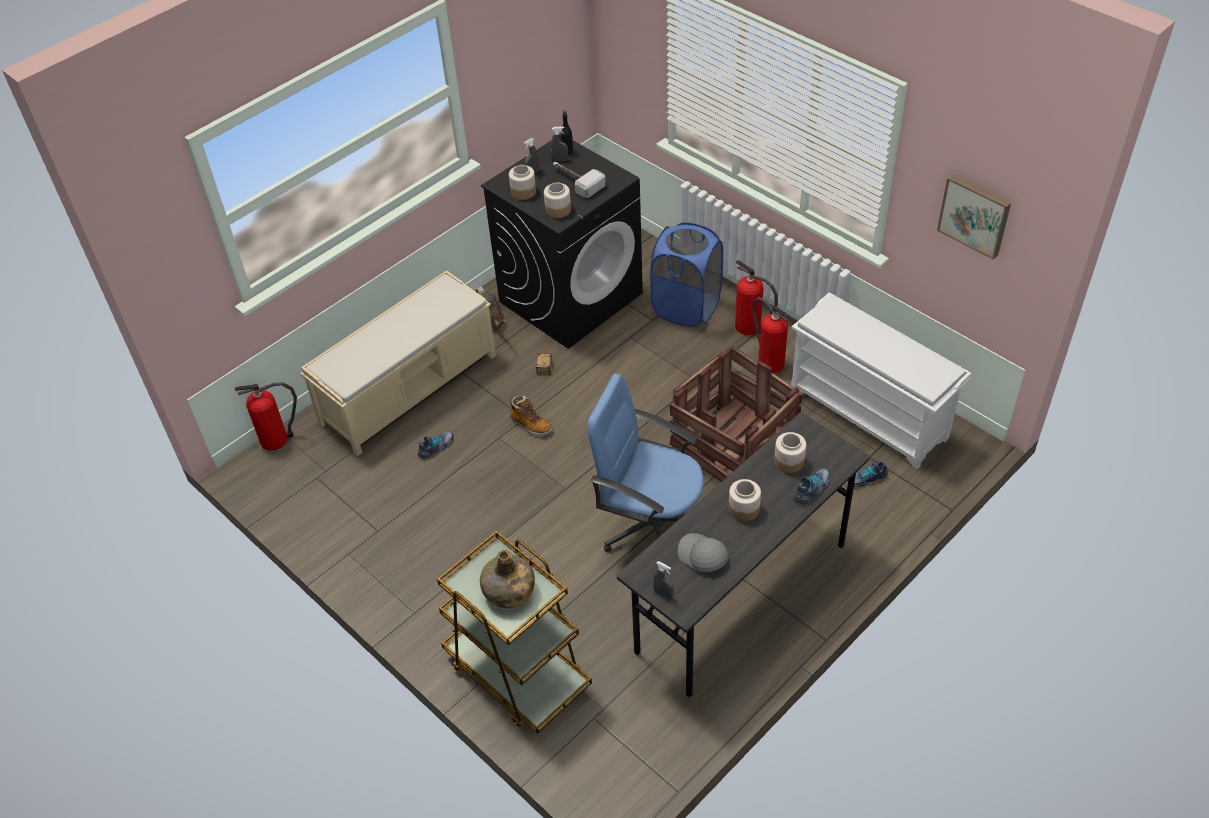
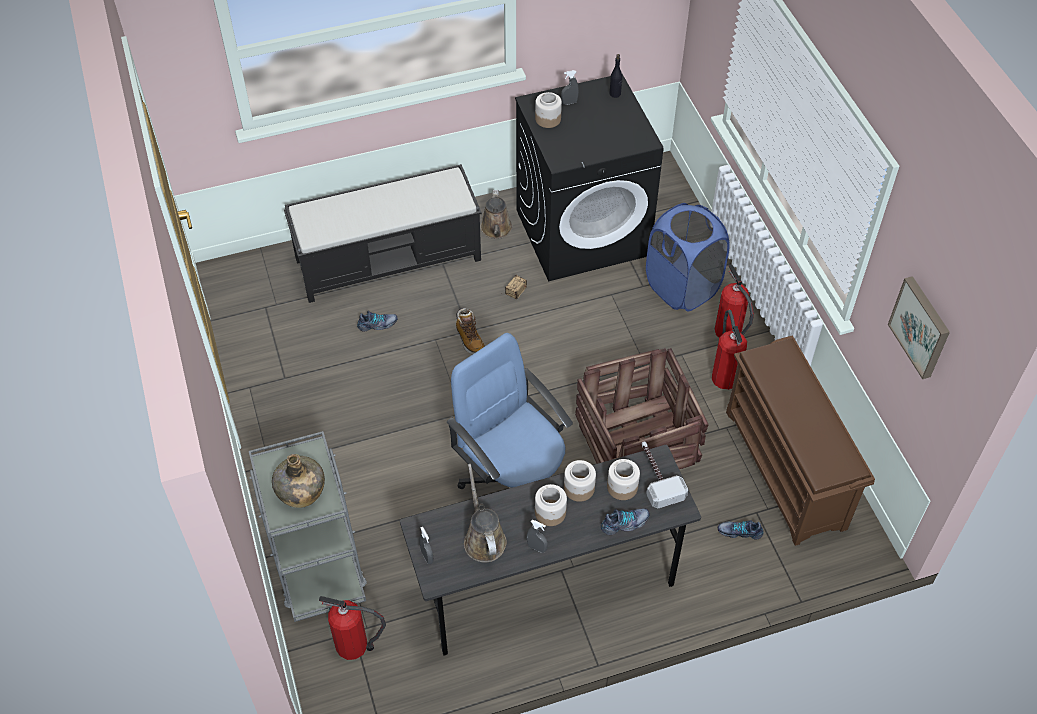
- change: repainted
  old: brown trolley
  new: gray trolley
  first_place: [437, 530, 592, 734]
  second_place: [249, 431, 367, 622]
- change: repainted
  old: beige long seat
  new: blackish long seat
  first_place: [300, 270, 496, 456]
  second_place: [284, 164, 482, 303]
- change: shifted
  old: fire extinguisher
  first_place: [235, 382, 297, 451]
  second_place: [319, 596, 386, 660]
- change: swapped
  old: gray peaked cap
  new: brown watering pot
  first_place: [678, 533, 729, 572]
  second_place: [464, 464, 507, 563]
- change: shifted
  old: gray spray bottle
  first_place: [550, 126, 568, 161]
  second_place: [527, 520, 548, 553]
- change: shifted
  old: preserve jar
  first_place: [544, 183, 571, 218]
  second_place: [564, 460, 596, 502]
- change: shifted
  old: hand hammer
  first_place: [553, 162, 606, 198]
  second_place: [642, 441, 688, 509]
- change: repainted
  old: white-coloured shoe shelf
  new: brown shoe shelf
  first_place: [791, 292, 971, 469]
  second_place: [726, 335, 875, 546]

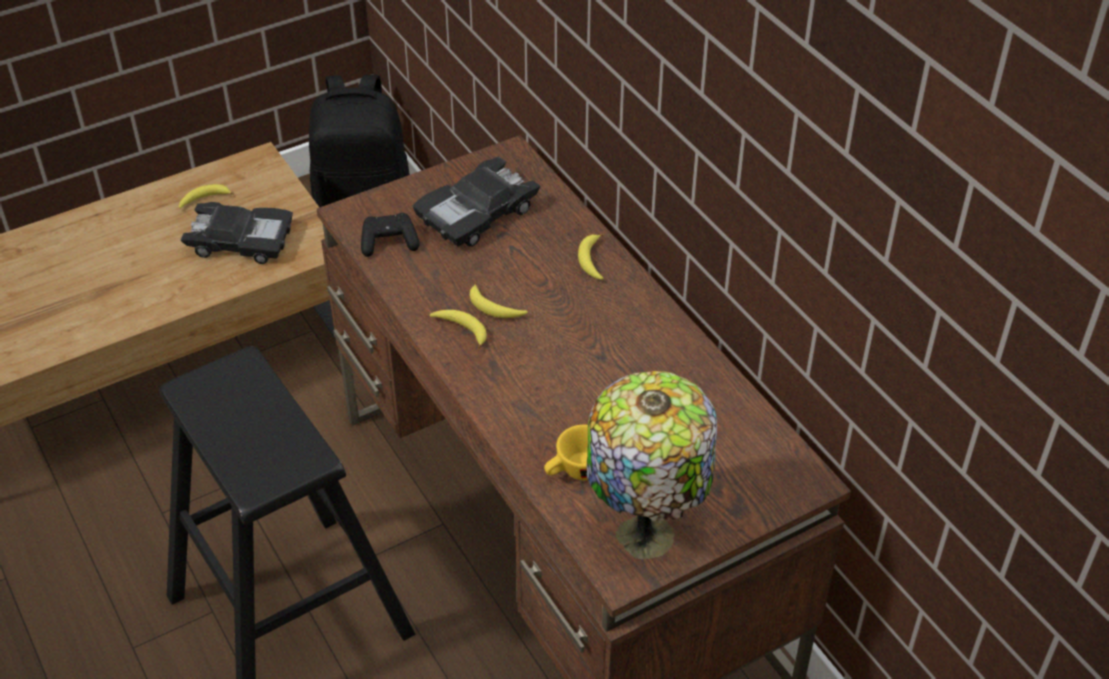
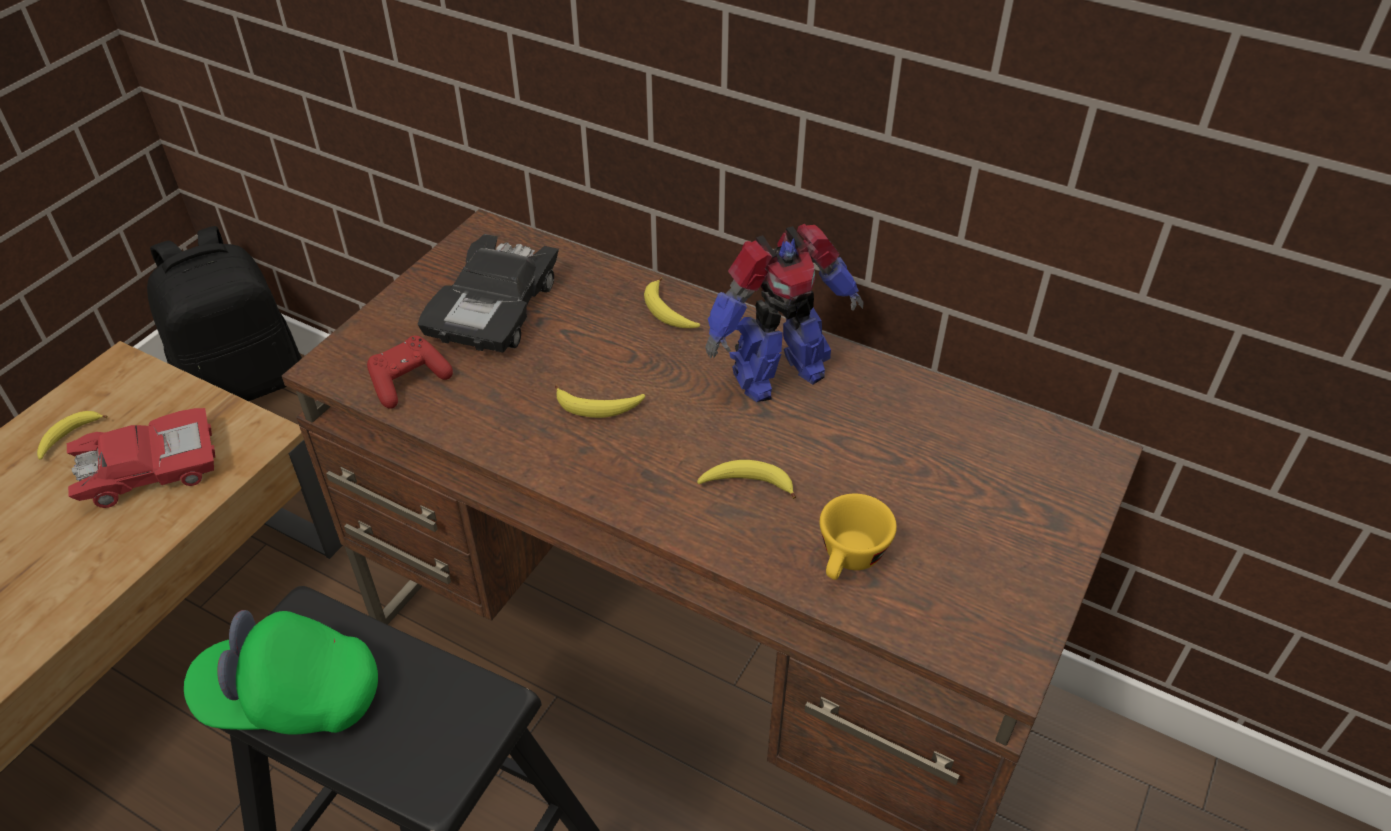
- change: repainted
  old: blackish miniature car
  new: red-coloured miniature car
  first_place: [181, 202, 293, 264]
  second_place: [67, 408, 215, 508]
- change: new
  new: green peaked cap
  second_place: [184, 610, 378, 735]
- change: repainted
  old: blackish gamepad
  new: red-coloured gamepad
  first_place: [361, 213, 419, 257]
  second_place: [367, 336, 453, 409]
- change: shifted
  old: banana
  first_place: [430, 310, 487, 349]
  second_place: [697, 460, 796, 499]
- change: new
  new: robot figure
  second_place: [705, 224, 863, 402]
- change: gone
  old: lamp for a table
  first_place: [586, 371, 717, 559]

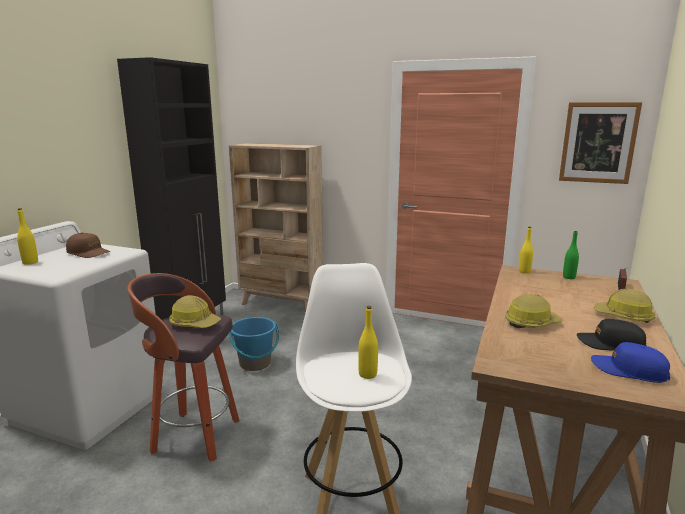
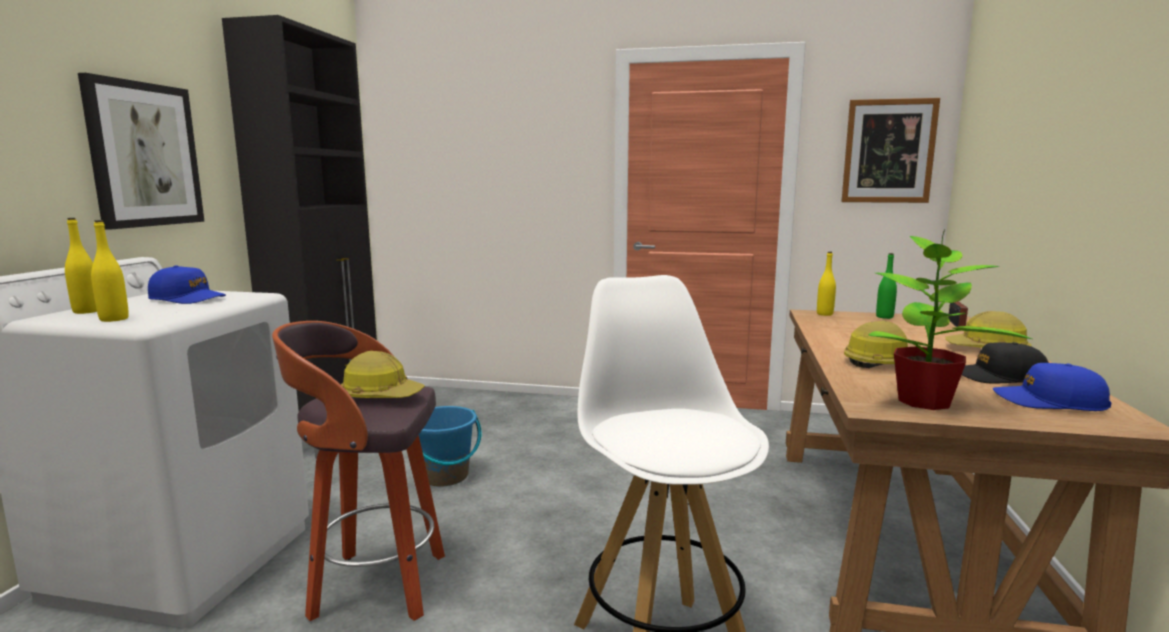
- change: new
  new: wall art
  second_place: [78, 73, 205, 230]
- change: shifted
  old: yellow-coloured drink bottle
  first_place: [358, 306, 378, 379]
  second_place: [91, 220, 129, 322]
- change: repainted
  old: brown peaked cap
  new: blue-coloured peaked cap
  first_place: [66, 233, 110, 258]
  second_place: [148, 265, 226, 304]
- change: new
  new: plant in a pot
  second_place: [869, 229, 1032, 410]
- change: gone
  old: beige bookcase
  first_place: [229, 143, 323, 313]

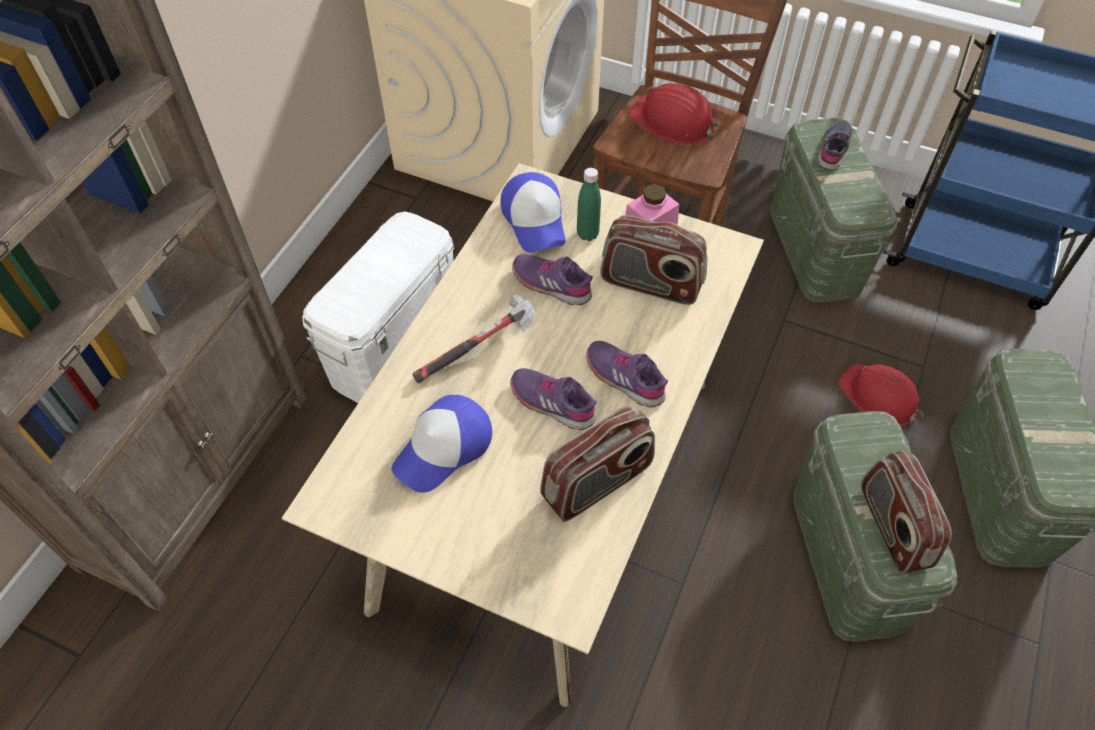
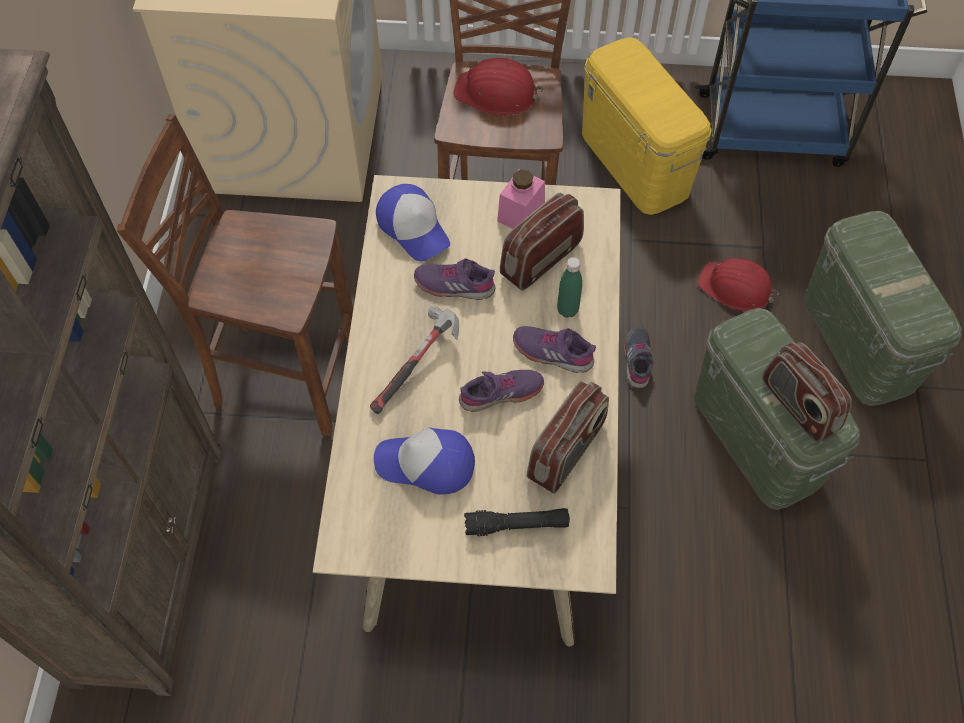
- change: swapped
  old: white-coloured storage container
  new: brown stool
  first_place: [302, 212, 454, 403]
  second_place: [117, 114, 353, 436]
- change: rotated
  old: peaked cap
  first_place: [391, 395, 492, 493]
  second_place: [374, 428, 475, 495]
  degrees: 75
- change: rotated
  old: purplish item of footwear
  first_place: [510, 368, 597, 430]
  second_place: [459, 370, 544, 412]
  degrees: 150
- change: new
  new: blackish flashlight
  second_place: [464, 508, 570, 536]
- change: rotated
  old: radio receiver
  first_place: [600, 215, 708, 305]
  second_place: [500, 193, 584, 291]
  degrees: 135
- change: shifted
  old: green drink bottle
  first_place: [577, 168, 601, 241]
  second_place: [557, 257, 582, 318]
- change: repainted
  old: green storage container
  new: yellow-coloured storage container
  first_place: [770, 118, 897, 303]
  second_place: [582, 37, 712, 215]
- change: shifted
  old: gray item of footwear
  first_place: [817, 120, 852, 171]
  second_place: [624, 326, 654, 388]

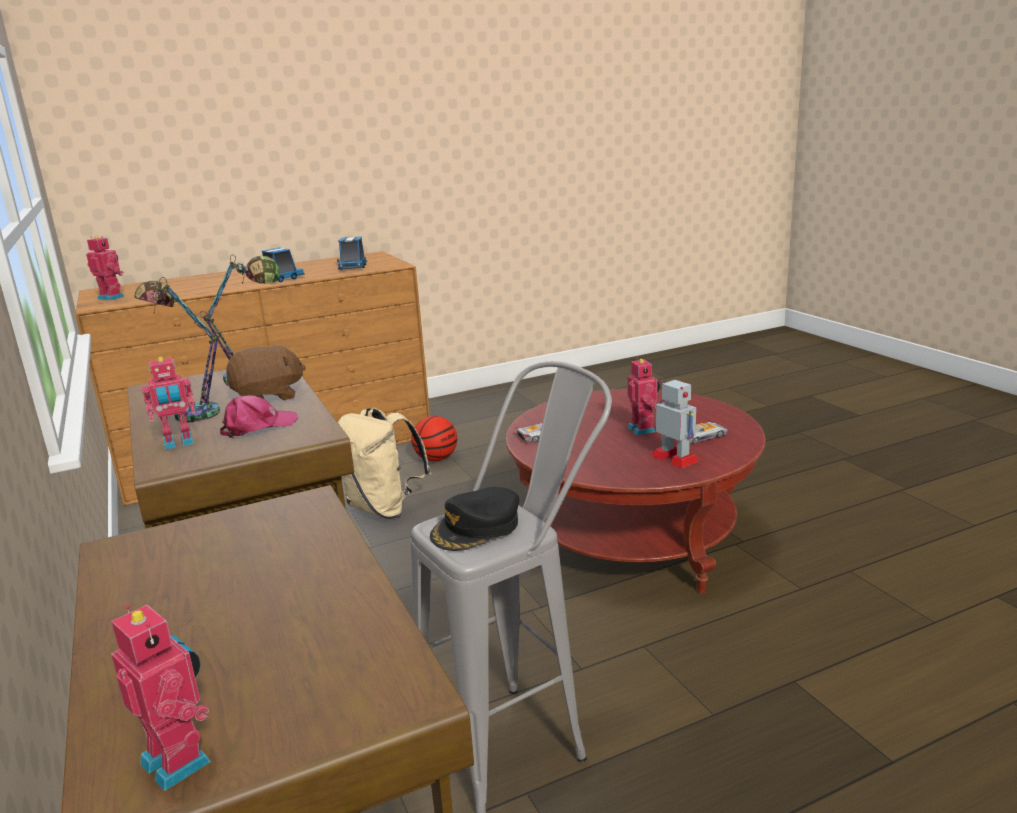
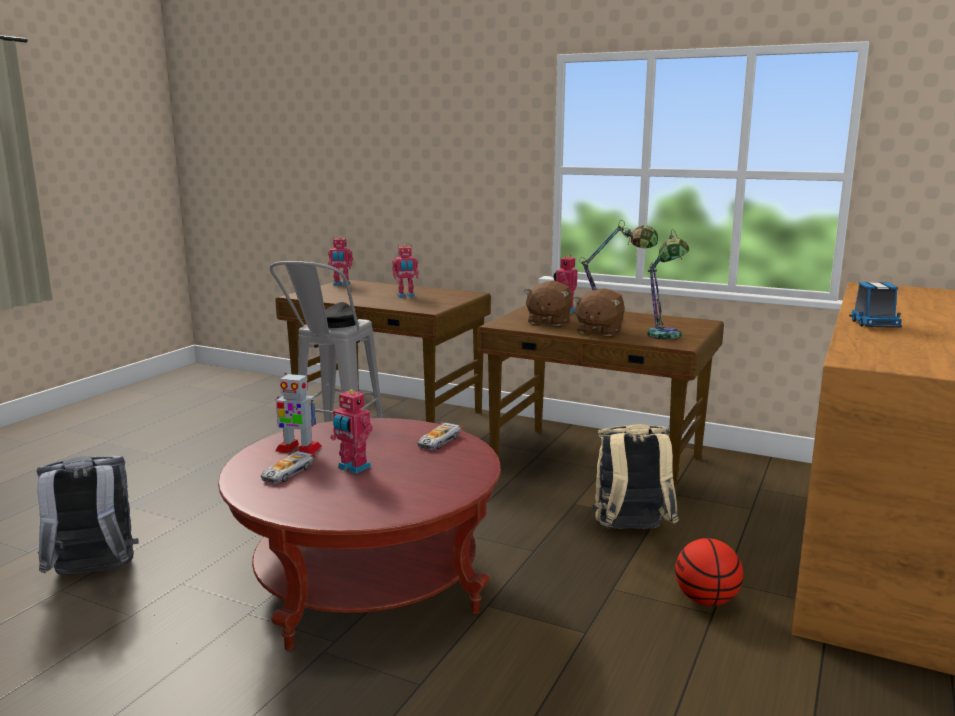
- change: new
  new: gray backpack
  second_place: [37, 456, 139, 575]
- change: shifted
  old: robot figure
  first_place: [86, 235, 124, 300]
  second_place: [392, 244, 419, 298]
- change: swapped
  old: pink-coloured peaked cap
  new: brown soft toy
  first_place: [220, 395, 298, 438]
  second_place: [524, 281, 573, 326]
- change: gone
  old: model truck
  first_place: [337, 237, 367, 269]

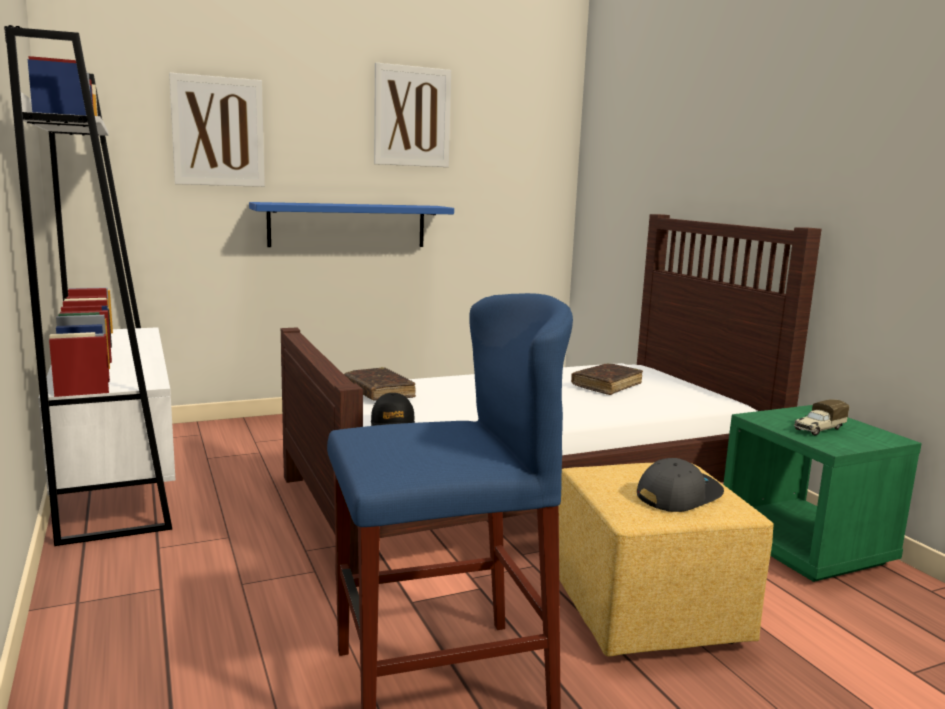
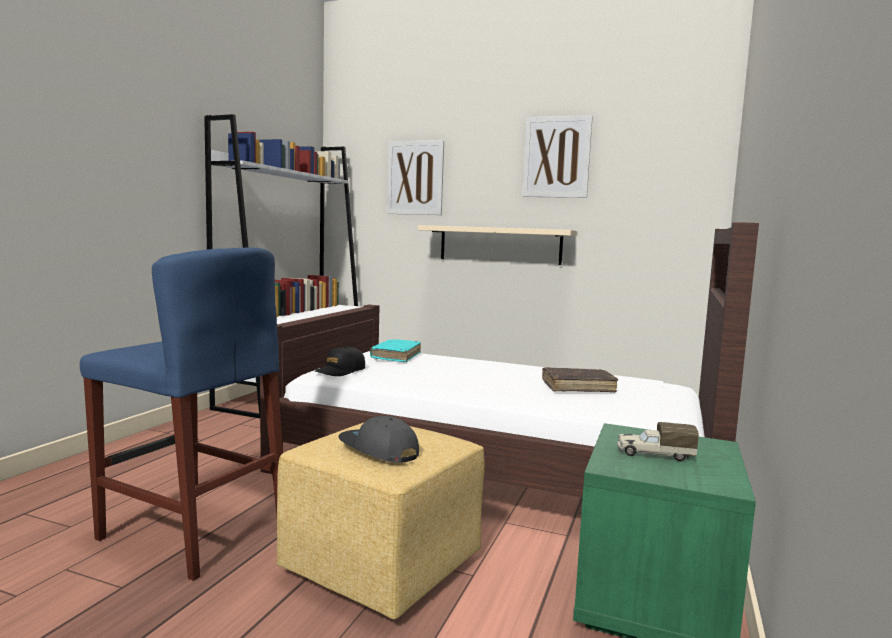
- change: rotated
  old: gray peaked cap
  first_place: [637, 458, 724, 512]
  second_place: [338, 416, 419, 463]
  degrees: -150
- change: repainted
  old: brown bound book
  new: turquoise bound book
  first_place: [344, 367, 416, 401]
  second_place: [370, 339, 421, 362]
- change: repainted
  old: blue-coloured wall shelf
  new: beige wall shelf
  first_place: [249, 202, 454, 247]
  second_place: [418, 225, 577, 265]

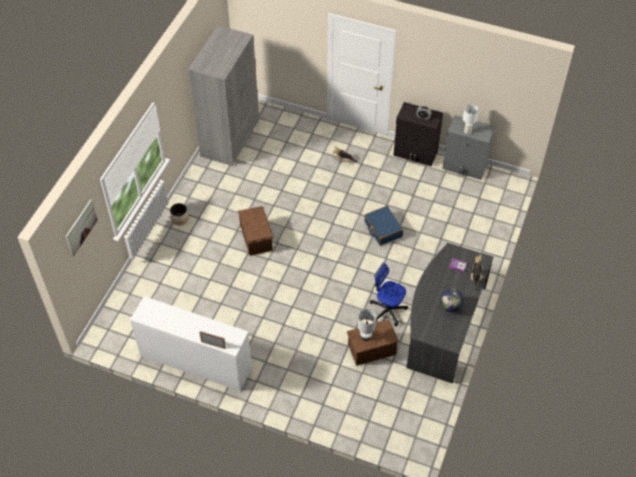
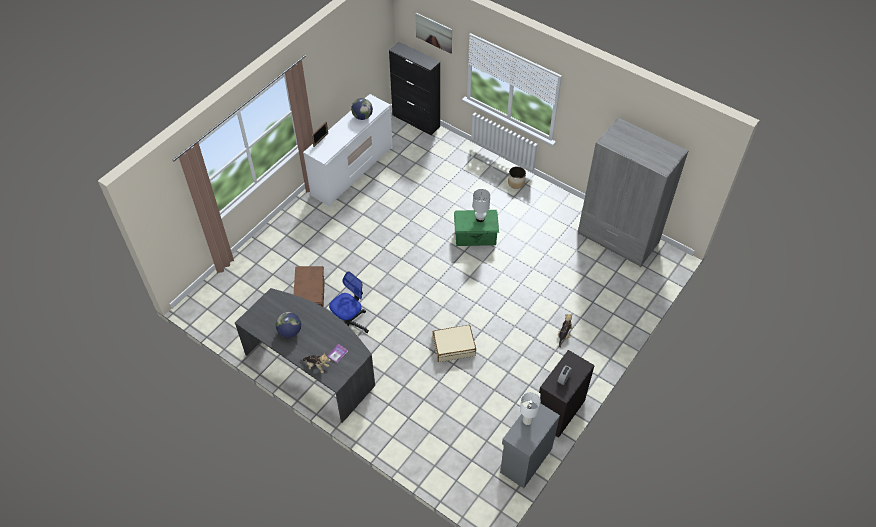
- change: new
  new: desk globe
  second_place: [351, 98, 373, 120]
- change: new
  new: blackish storage cabinet
  second_place: [389, 42, 440, 135]
- change: repainted
  old: blue-coloured suitcase
  new: beige suitcase
  first_place: [364, 206, 403, 246]
  second_place: [432, 325, 476, 362]
- change: repainted
  old: brown storage container
  new: green storage container
  first_place: [238, 206, 274, 256]
  second_place: [454, 210, 499, 246]
- change: shifted
  old: white-coloured lamp for a table
  first_place: [358, 309, 377, 341]
  second_place: [473, 189, 490, 222]

